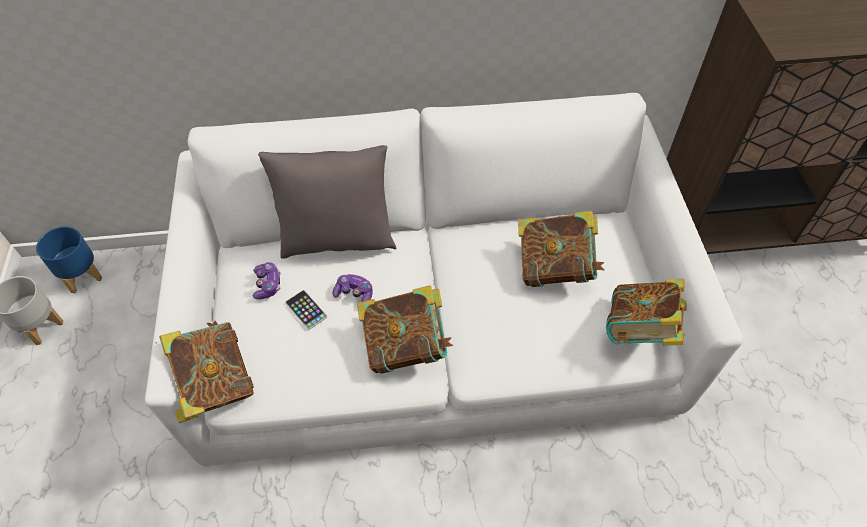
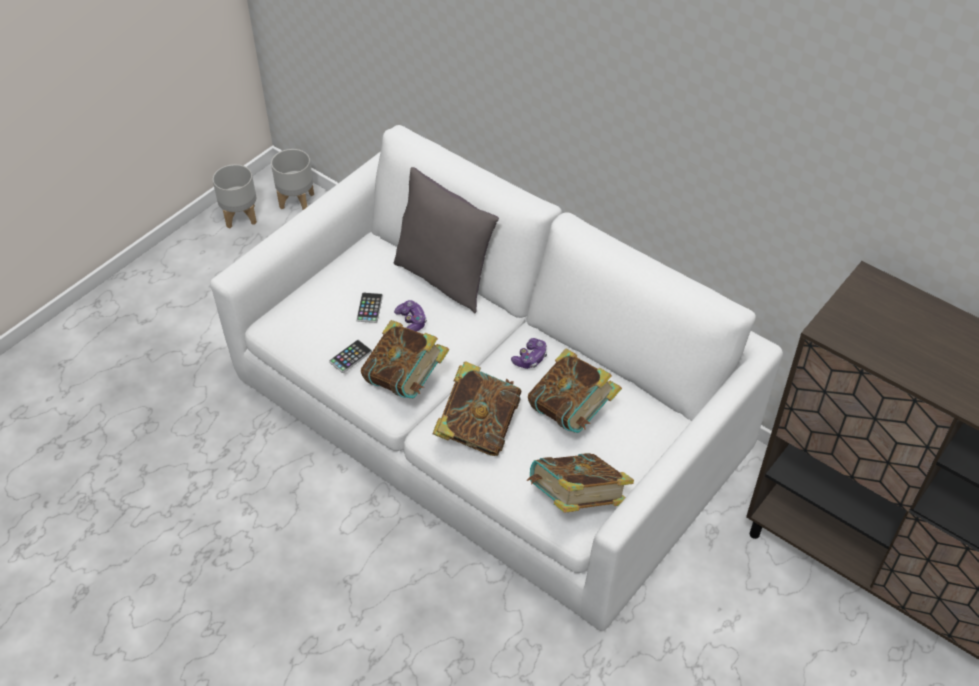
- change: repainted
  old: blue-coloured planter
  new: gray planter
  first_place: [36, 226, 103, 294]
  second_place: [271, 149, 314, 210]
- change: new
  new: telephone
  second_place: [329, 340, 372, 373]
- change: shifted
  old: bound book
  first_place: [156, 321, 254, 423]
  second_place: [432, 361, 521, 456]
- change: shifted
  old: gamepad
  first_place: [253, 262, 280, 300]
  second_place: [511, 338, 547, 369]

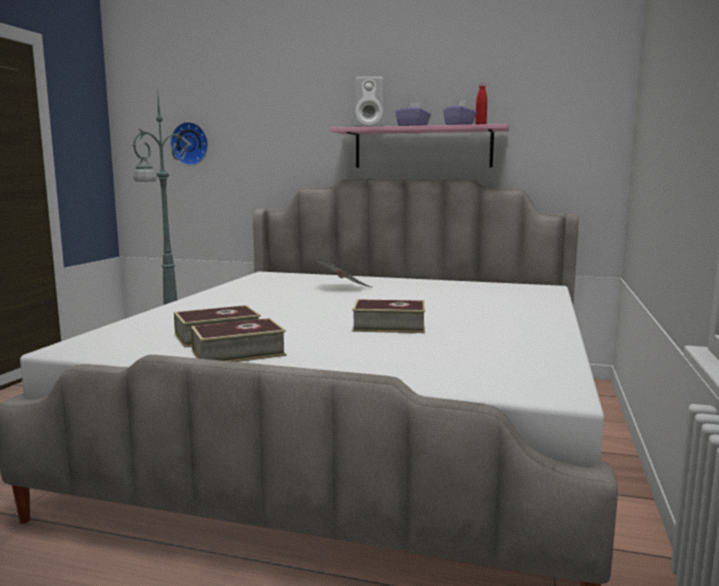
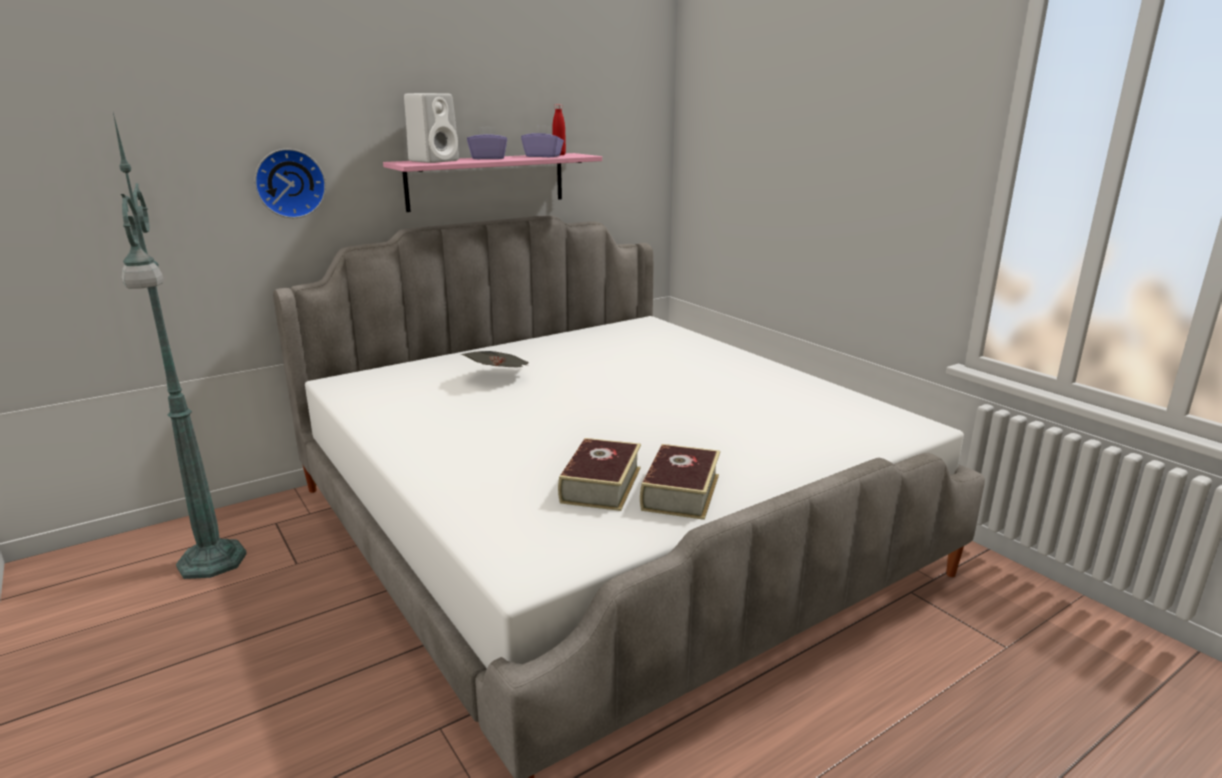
- change: shifted
  old: wall clock
  first_place: [170, 122, 208, 166]
  second_place: [255, 149, 326, 218]
- change: gone
  old: bound book
  first_place: [352, 299, 425, 333]

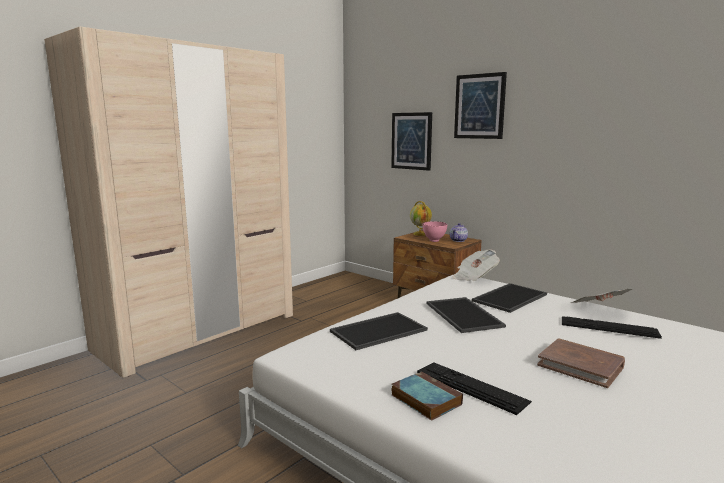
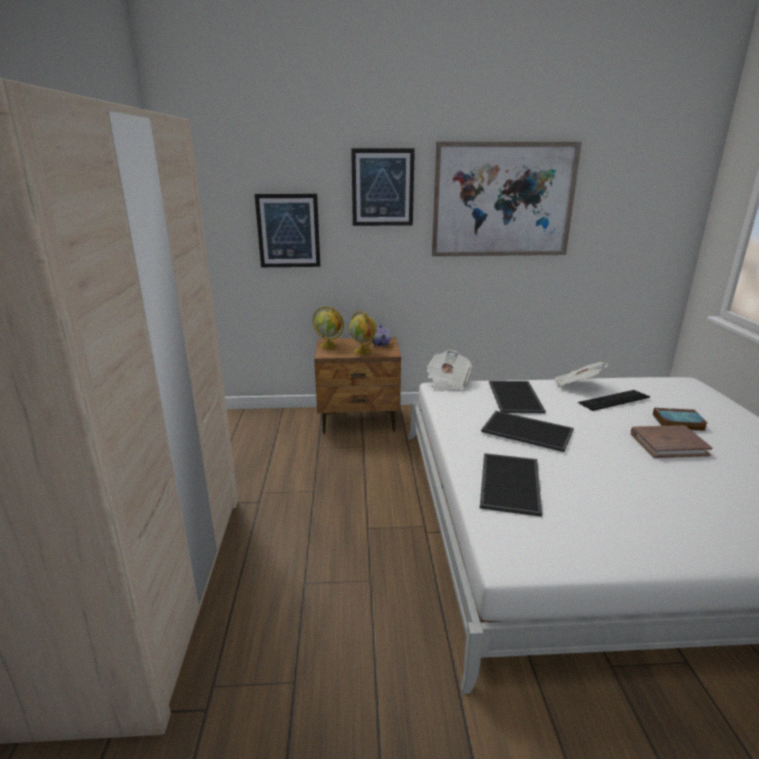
- change: swapped
  old: pink-coloured bowl
  new: desk globe
  first_place: [423, 221, 447, 242]
  second_place: [349, 311, 376, 355]
- change: new
  new: wall art
  second_place: [432, 142, 582, 256]
- change: shifted
  old: bound book
  first_place: [391, 371, 463, 421]
  second_place: [653, 408, 707, 431]
- change: gone
  old: computer keyboard
  first_place: [417, 363, 532, 415]

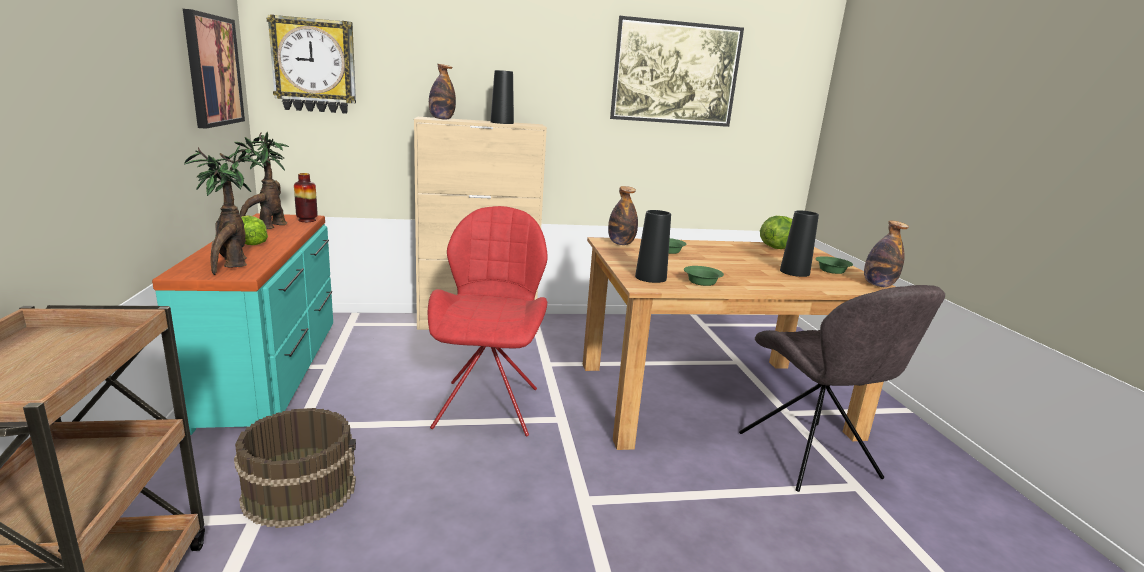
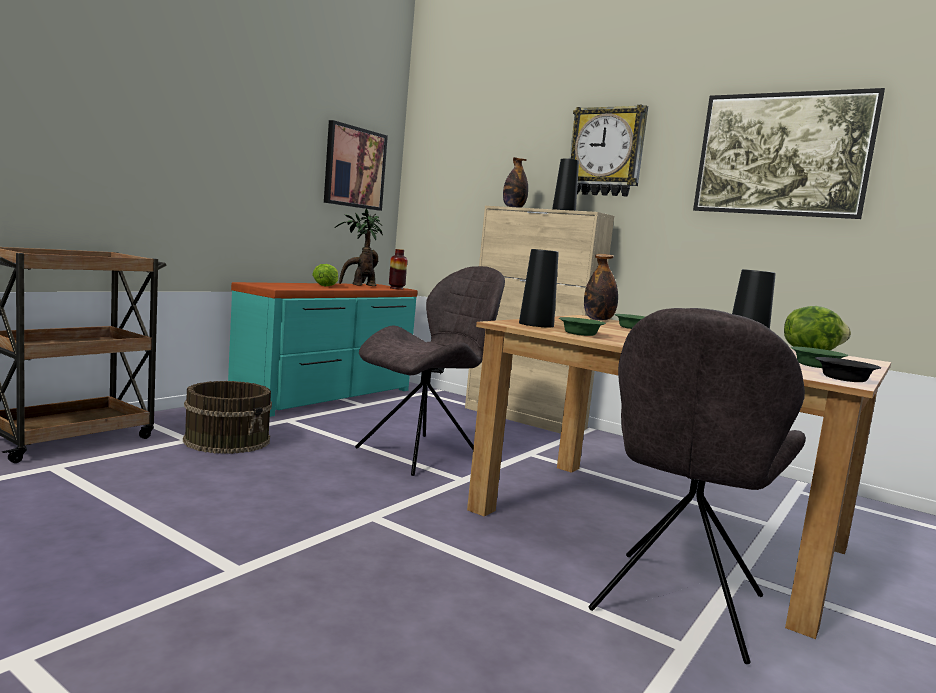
- change: repainted
  old: red-coloured upright chair
  new: gray upright chair
  first_place: [428, 206, 548, 436]
  second_place: [355, 266, 505, 476]
- change: shifted
  old: wall clock
  first_place: [267, 14, 356, 114]
  second_place: [570, 105, 648, 196]
- change: swapped
  old: drink bottle
  new: blackish bowl
  first_place: [864, 221, 909, 287]
  second_place: [815, 357, 881, 382]
- change: gone
  old: plant in a pot
  first_place: [184, 146, 264, 275]

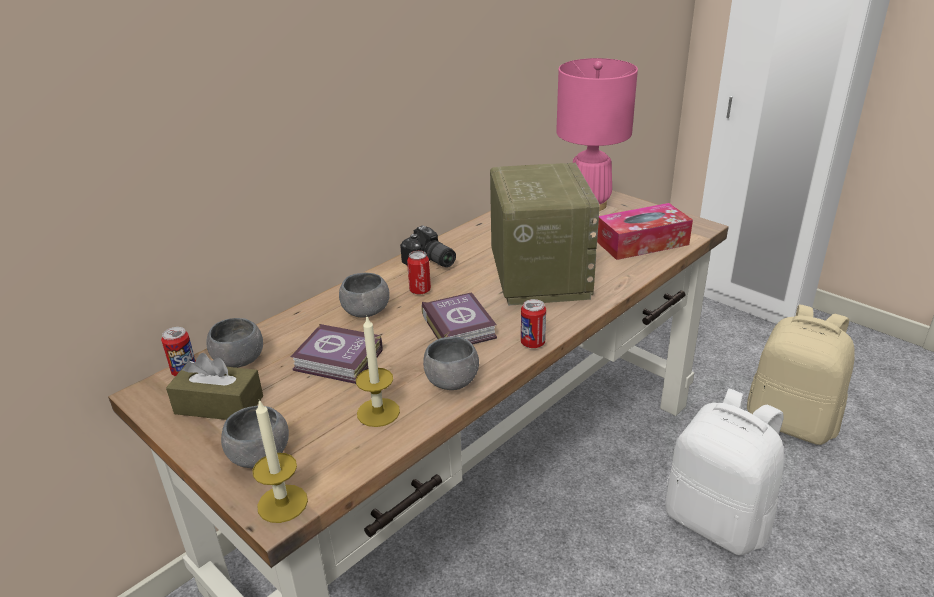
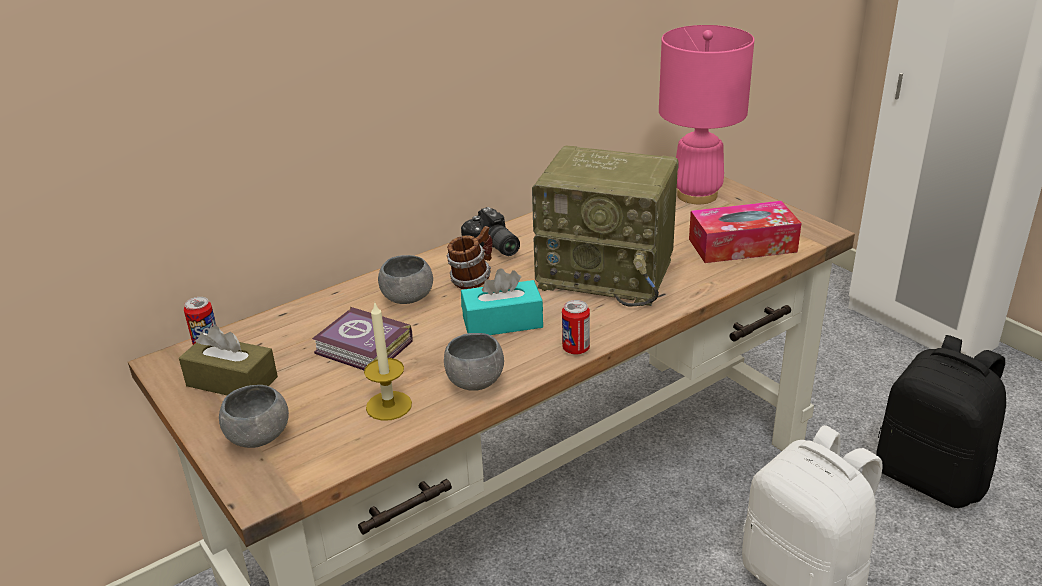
- change: swapped
  old: sealed can
  new: coffee mug
  first_place: [407, 251, 431, 295]
  second_place: [447, 226, 493, 289]
- change: swapped
  old: bound book
  new: turquoise tissue box
  first_place: [421, 292, 497, 344]
  second_place: [461, 268, 543, 335]
- change: rotated
  old: radio receiver
  first_place: [490, 163, 600, 306]
  second_place: [532, 146, 679, 306]
  degrees: 105
- change: repainted
  old: beige backpack
  new: blackish backpack
  first_place: [747, 305, 855, 445]
  second_place: [876, 335, 1006, 508]
- change: gone
  old: gray bowl
  first_place: [206, 318, 263, 368]
- change: gone
  old: candle
  first_place: [253, 400, 308, 523]

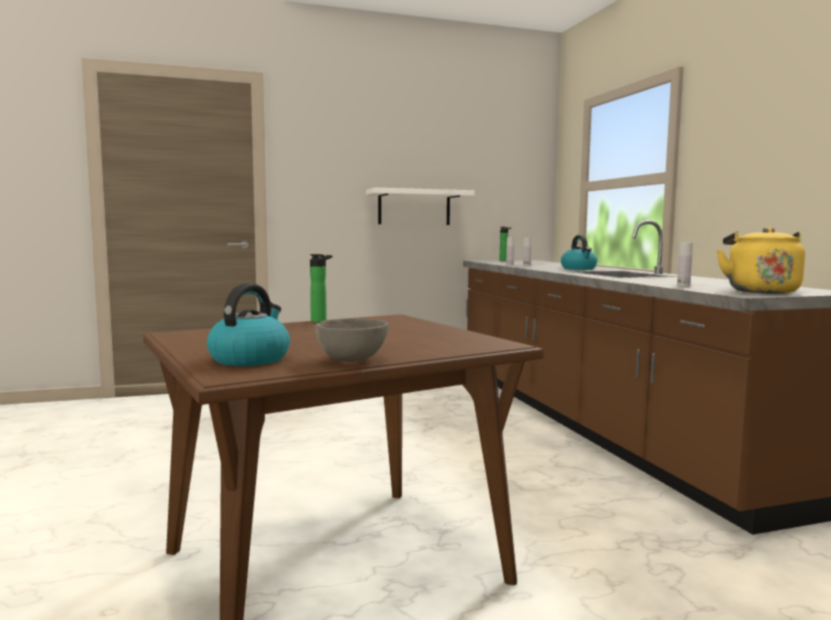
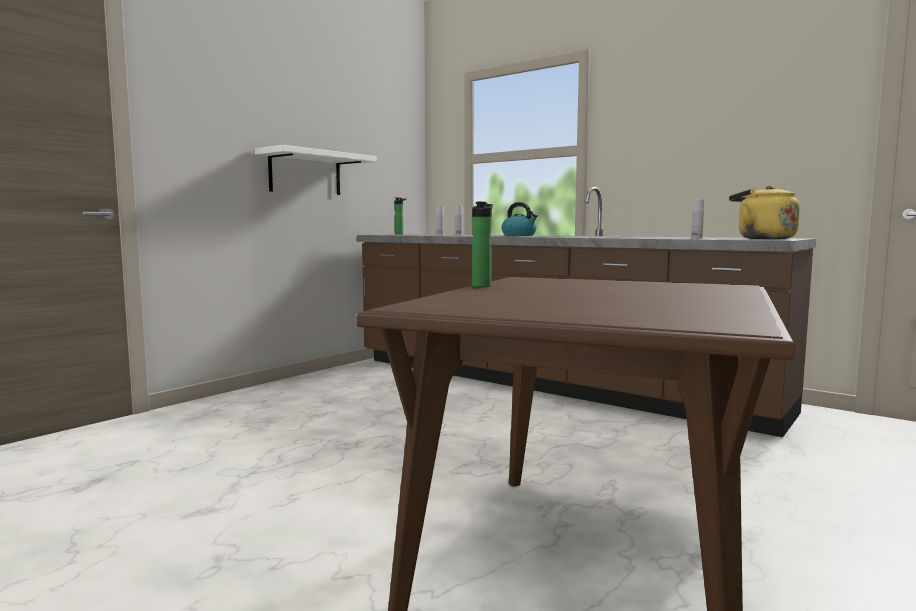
- change: gone
  old: water kettle
  first_place: [207, 283, 290, 366]
- change: gone
  old: gray bowl
  first_place: [315, 318, 388, 362]

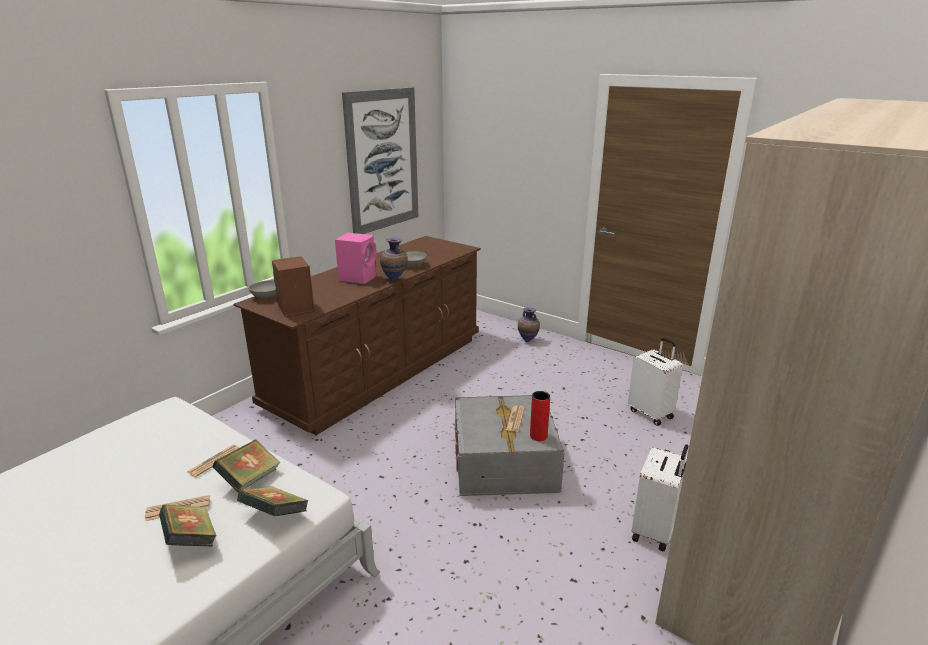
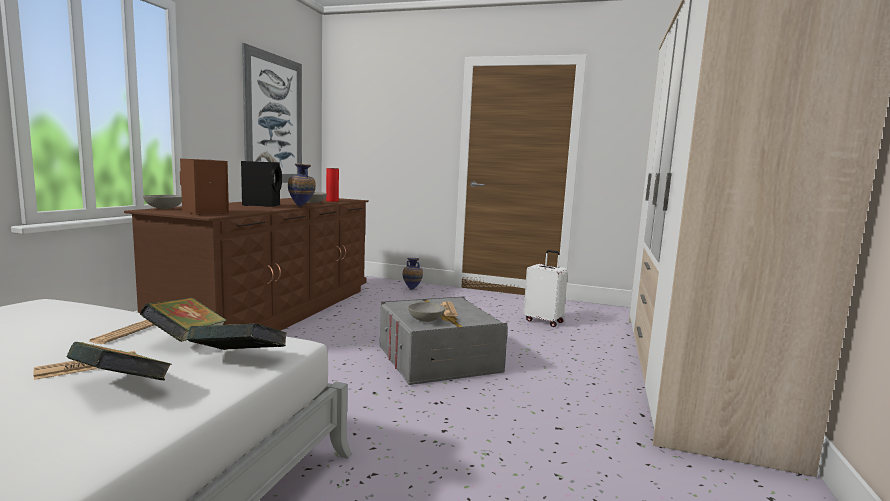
- change: repainted
  old: pink-coloured loudspeaker
  new: blackish loudspeaker
  first_place: [335, 233, 377, 284]
  second_place: [241, 161, 282, 207]
- change: shifted
  old: red-coloured decorative vase
  first_place: [530, 391, 550, 441]
  second_place: [326, 168, 339, 202]
- change: new
  new: gray bowl
  second_place: [408, 302, 445, 322]
- change: gone
  old: white-coloured suitcase
  first_place: [632, 444, 688, 552]

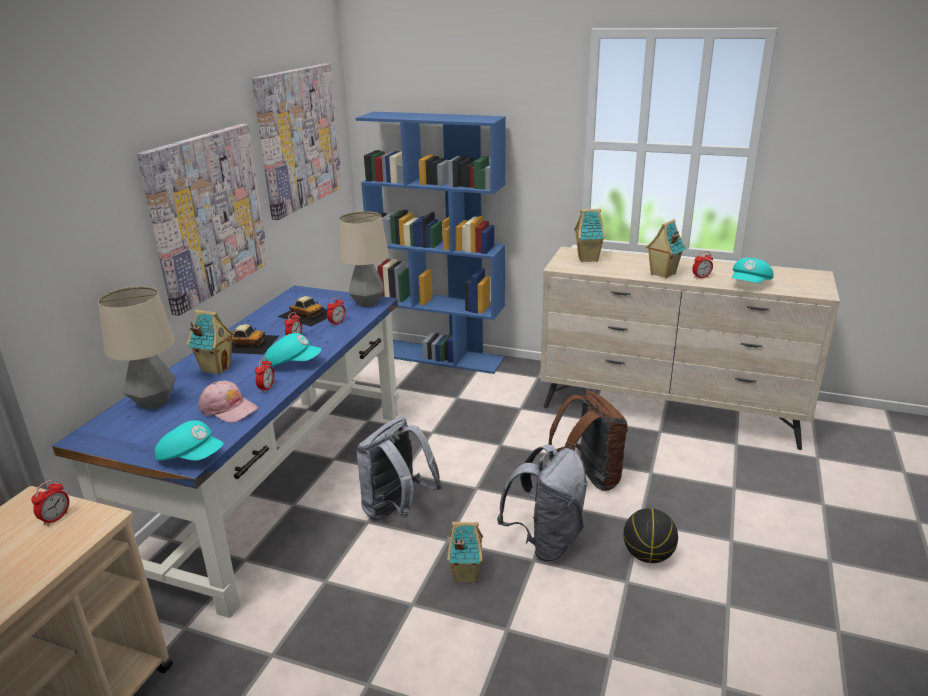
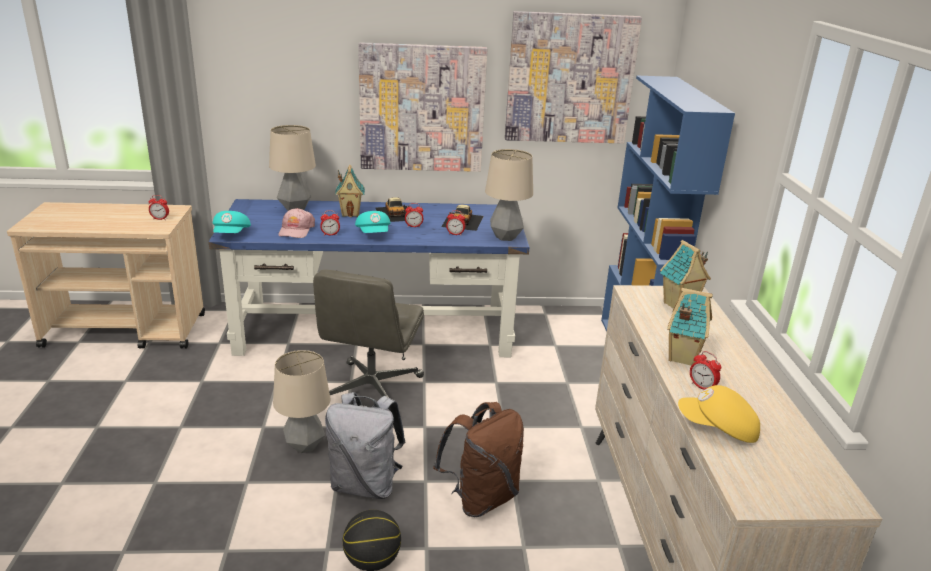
- change: swapped
  old: miniature house
  new: lamp for a table
  first_place: [447, 522, 483, 583]
  second_place: [273, 350, 330, 453]
- change: swapped
  old: gray backpack
  new: gray office chair
  first_place: [357, 417, 442, 520]
  second_place: [313, 270, 424, 397]
- change: repainted
  old: turquoise peaked cap
  new: yellow-coloured peaked cap
  first_place: [732, 258, 773, 283]
  second_place: [678, 385, 760, 443]

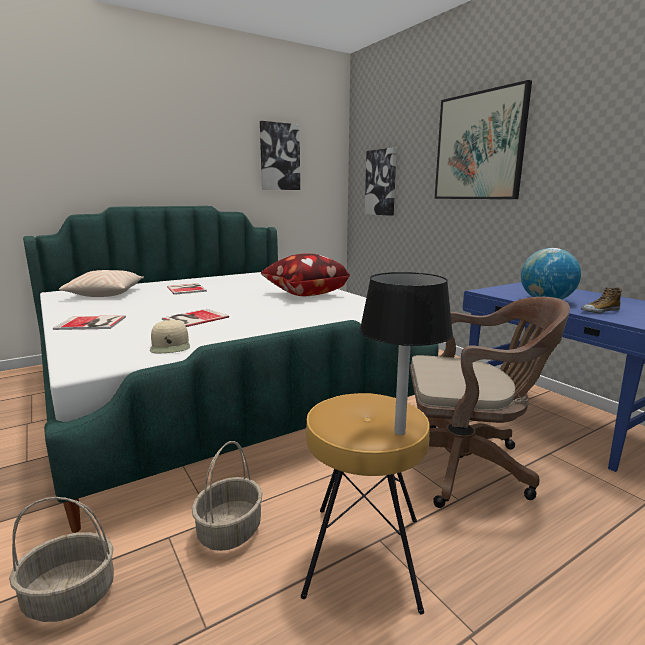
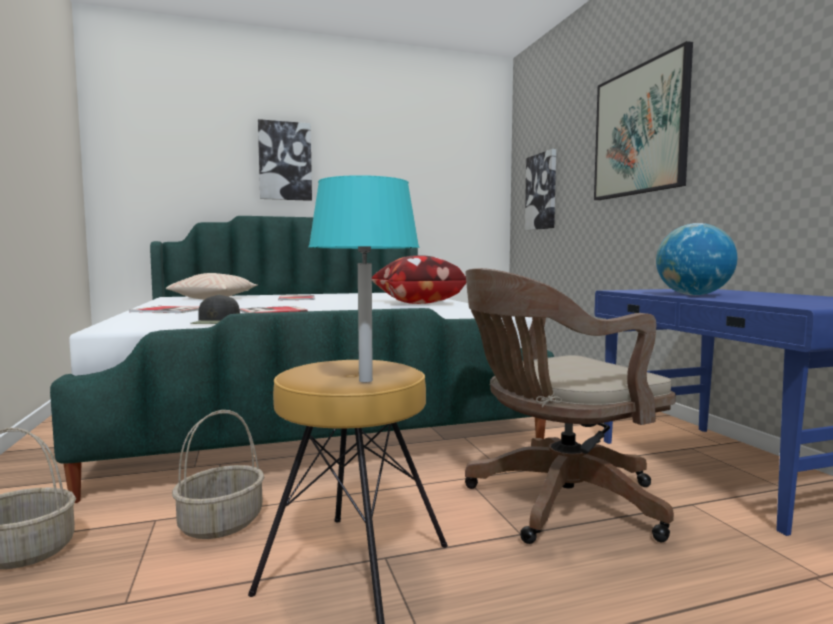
- change: repainted
  old: beige peaked cap
  new: blackish peaked cap
  first_place: [150, 319, 190, 353]
  second_place: [190, 294, 240, 324]
- change: shifted
  old: wall art
  first_place: [260, 121, 300, 190]
  second_place: [258, 119, 312, 201]
- change: repainted
  old: blackish lamp for a table
  new: turquoise lamp for a table
  first_place: [359, 272, 453, 435]
  second_place: [308, 175, 420, 382]
- change: rotated
  old: brown office chair
  first_place: [410, 297, 570, 508]
  second_place: [465, 268, 676, 544]
  degrees: 135
- change: gone
  old: item of footwear
  first_place: [581, 287, 622, 313]

